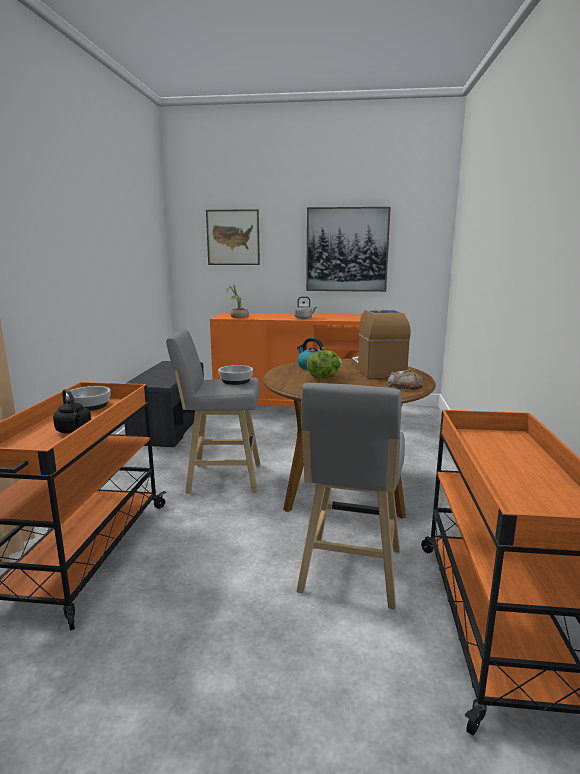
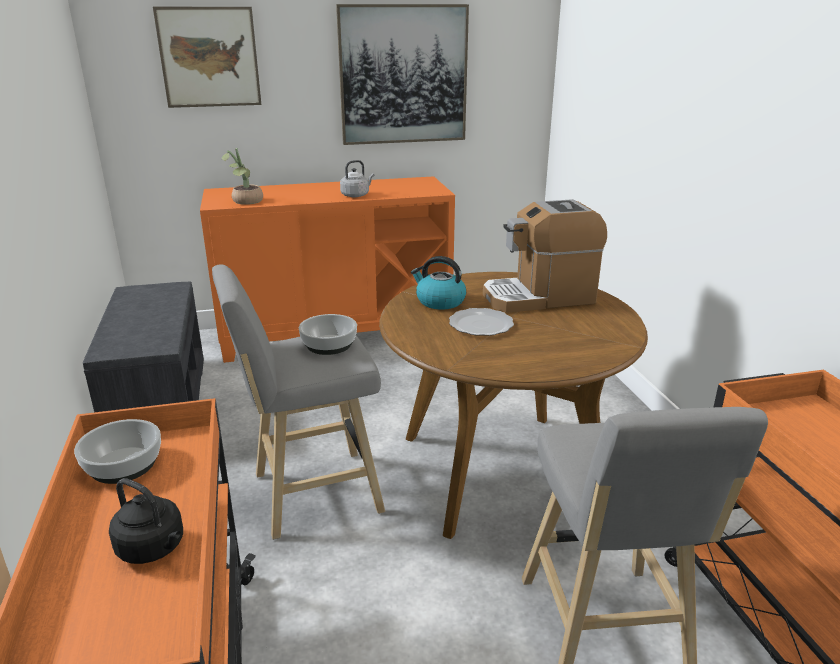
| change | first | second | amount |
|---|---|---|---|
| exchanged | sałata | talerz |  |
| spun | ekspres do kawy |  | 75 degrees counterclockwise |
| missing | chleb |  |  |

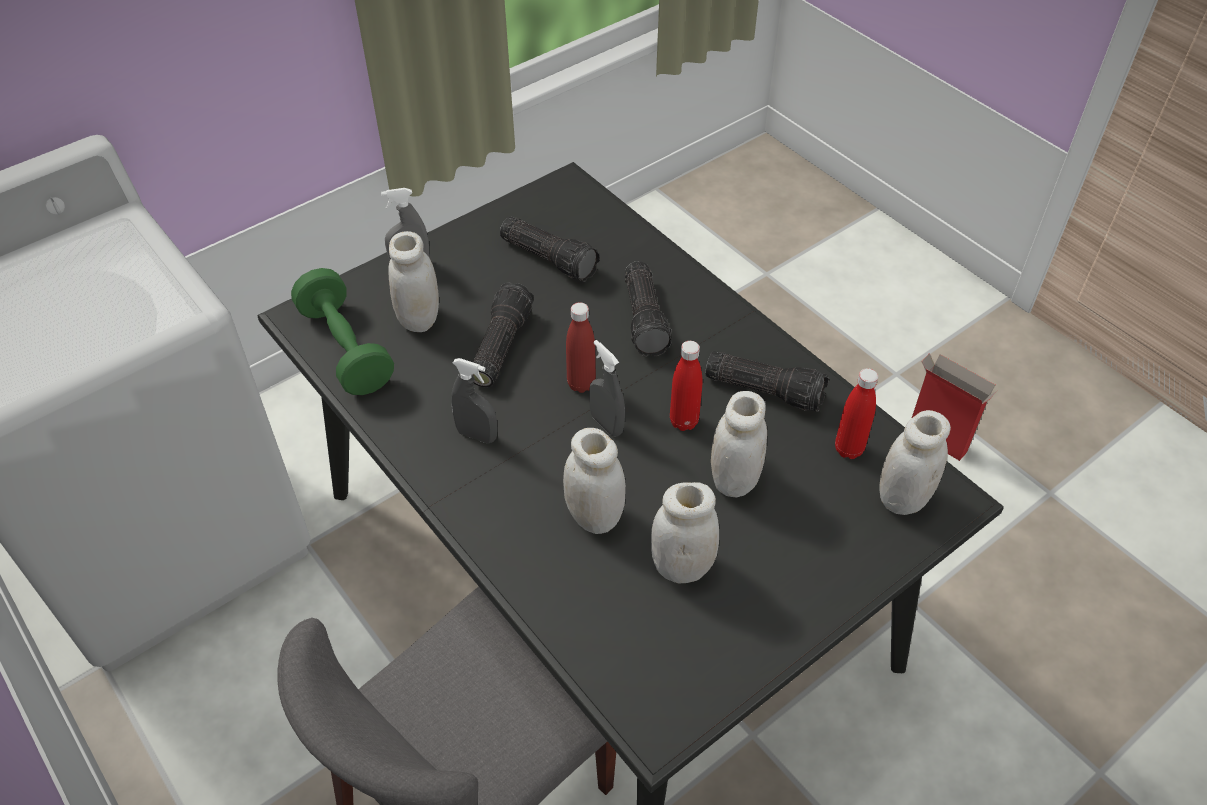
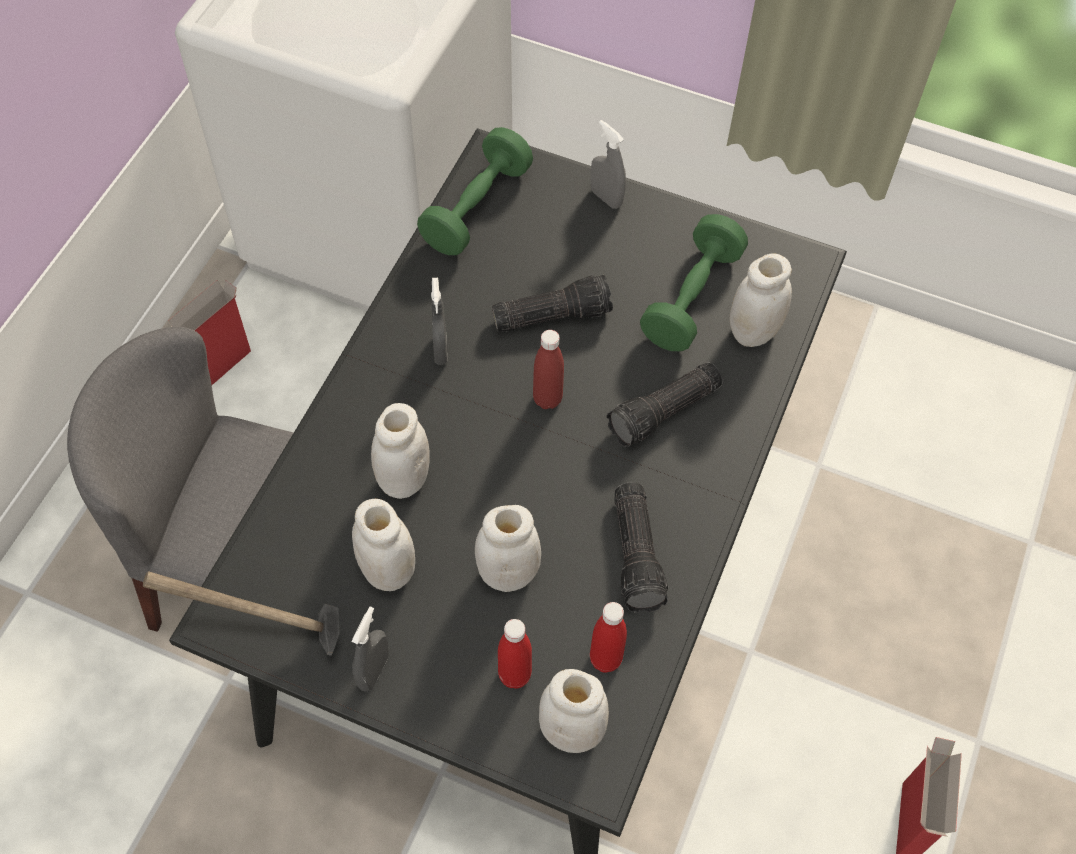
| change | first | second | amount |
|---|---|---|---|
| relocated | słoik [biały] (no. 1 from left in the first image) | słoik [biały] (no. 5 from left) |  |
| exchanged | latarka (no. 2 from left) | hantel [zielony] (no. 2 from left) |  |
| relocated | spryskiwacz [szary] (no. 3 from left in the first image) | spryskiwacz [szary] (no. 1 from left) |  |
| relocated | butelka [czerwony] (no. 2 from left in the first image) | butelka [czerwony] (no. 1 from left) |  |
| appeared |  | młotek |  |
| appeared |  | karton (no. 1 from left) |  |

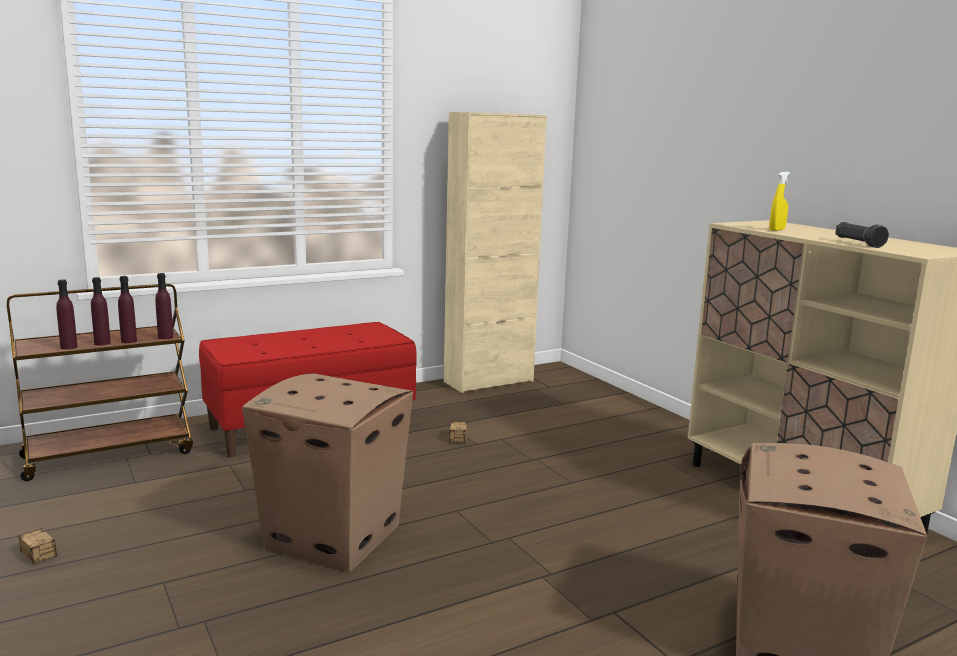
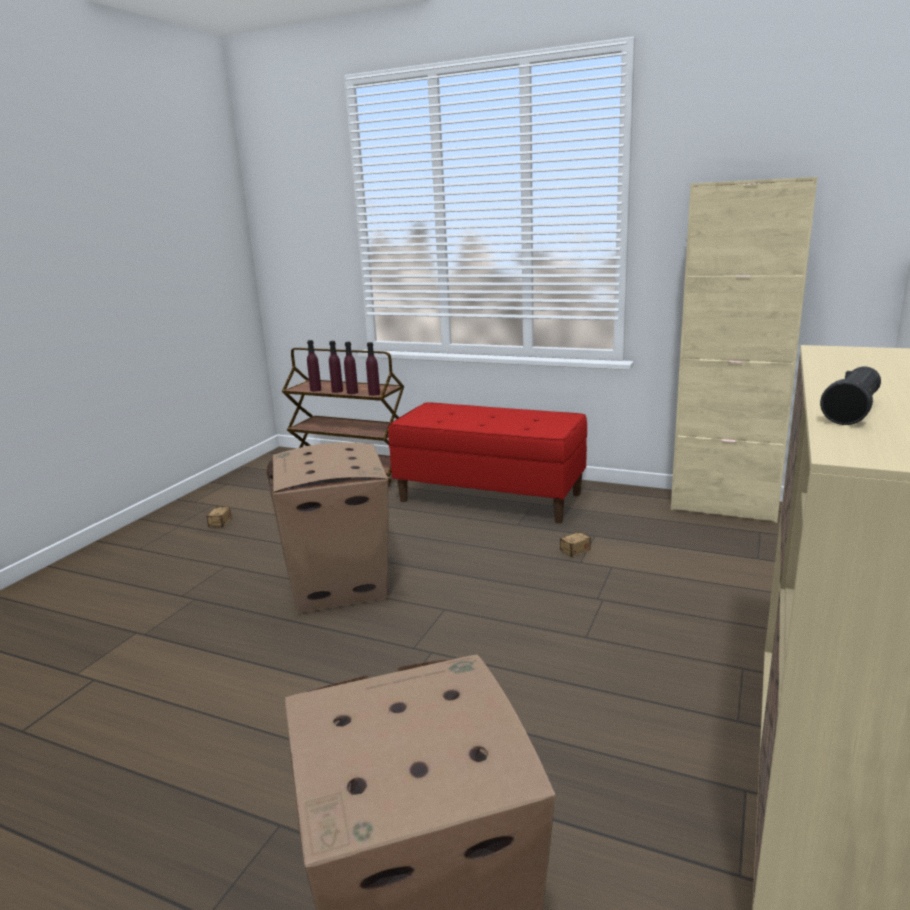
| change | first | second | amount |
|---|---|---|---|
| missing | spryskiwacz [żółty] |  |  |

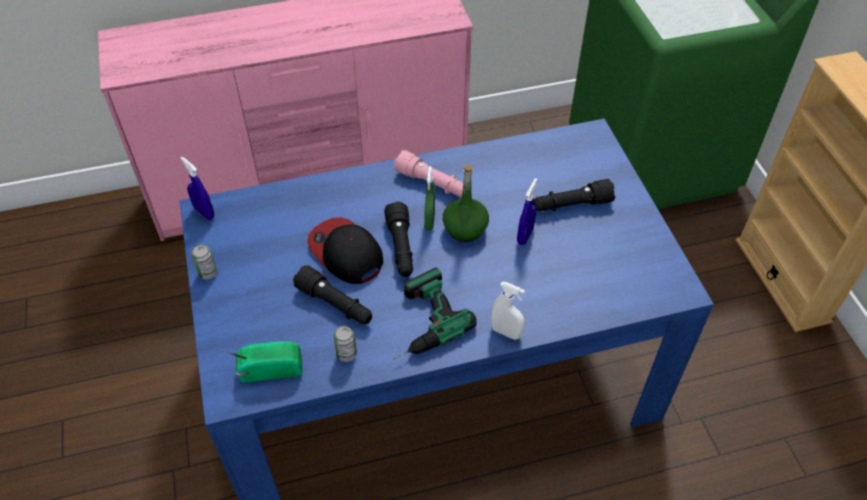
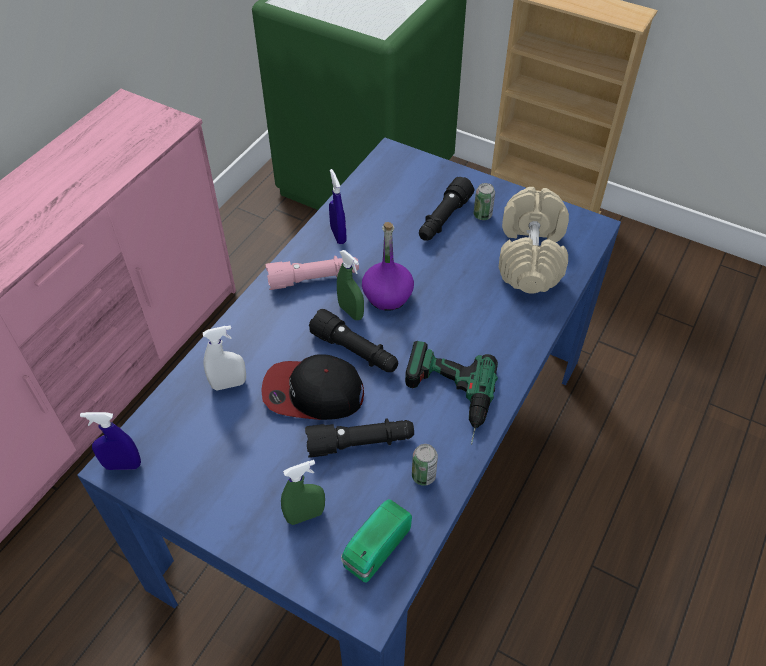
| change | first | second | amount |
|---|---|---|---|
| relocated | puszka (no. 1 from left in the first image) | puszka (no. 2 from left) |  |
| colour | butelka [zielony] | butelka [fioletowy] |  |
| relocated | spryskiwacz [biały] |  |  |
| relocated | spryskiwacz [niebieski] (no. 2 from left) |  |  |
| appeared |  | spryskiwacz [zielony] (no. 1 from left) |  |
| appeared |  | hantel [beżowy] |  |

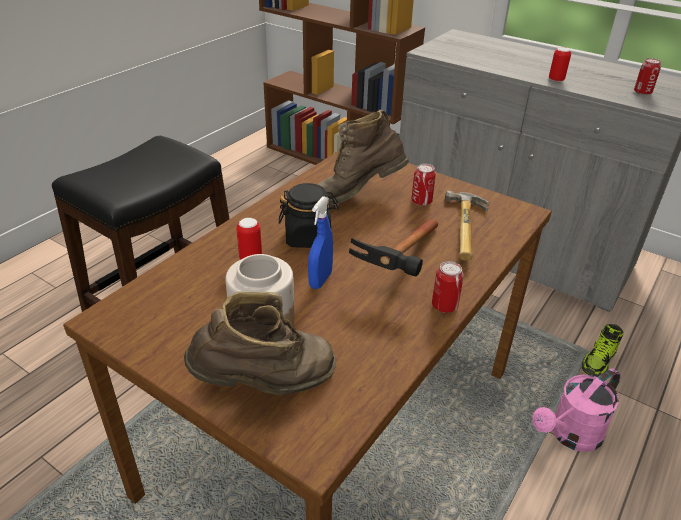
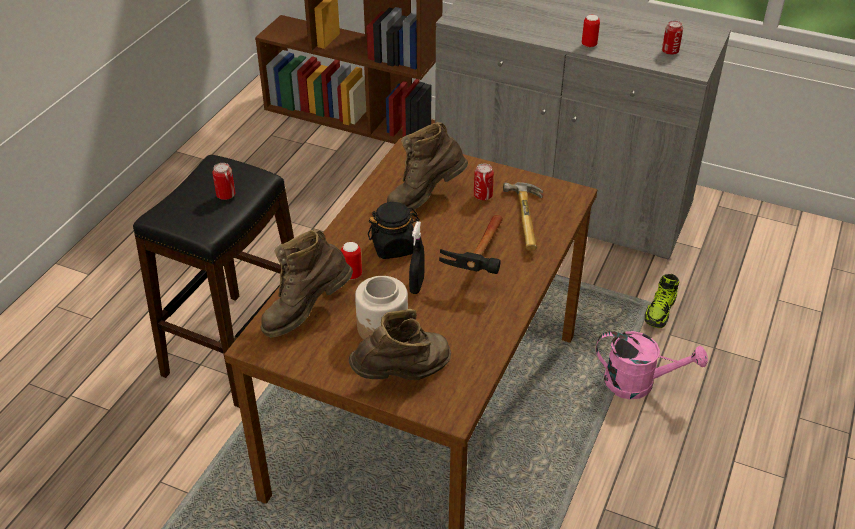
| change | first | second | amount |
|---|---|---|---|
| colour | spryskiwacz [niebieski] | spryskiwacz [czarny] |  |
| relocated | puszka (no. 3 from left in the first image) | puszka (no. 1 from left) |  |
| spun | konewka [różowy] |  | 120 degrees counterclockwise |
| appeared |  | but z cholewką [brązowy] (no. 1 from left) |  |

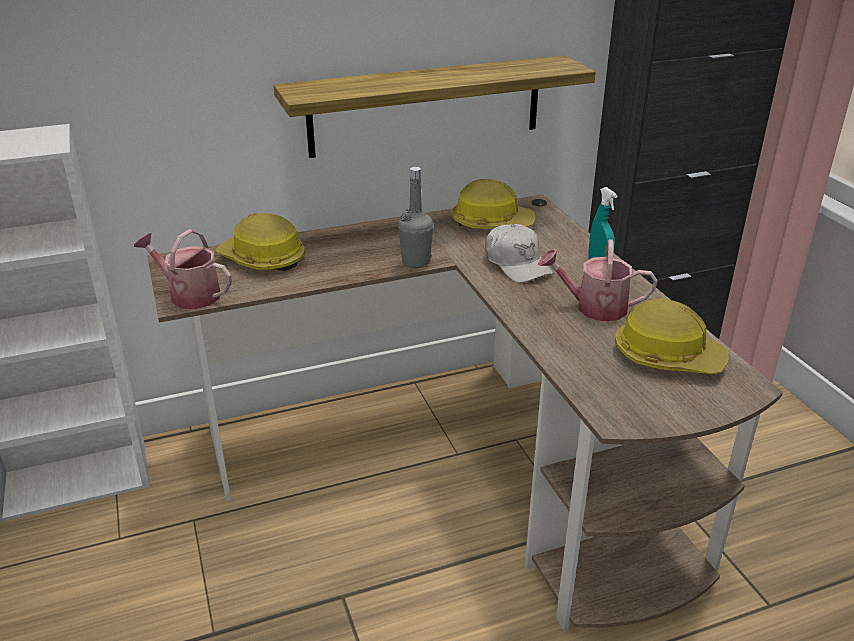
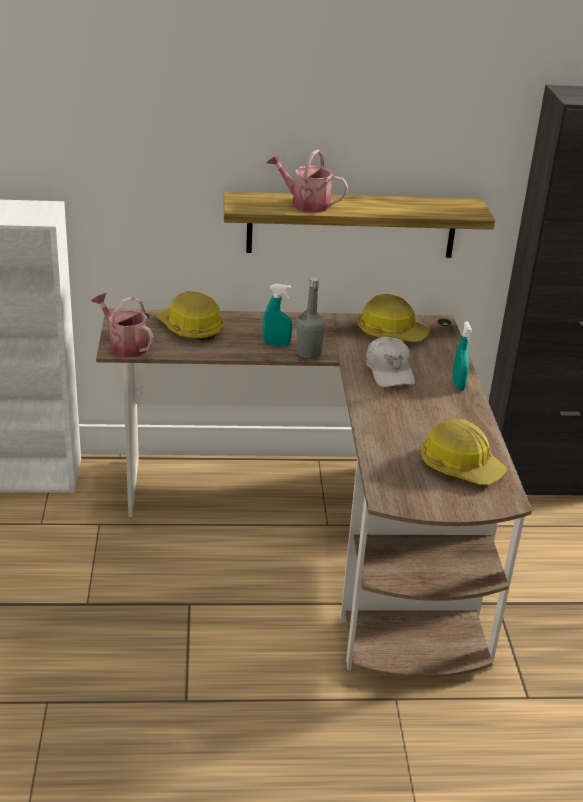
| change | first | second | amount |
|---|---|---|---|
| relocated | konewka (no. 2 from left) |  |  |
| appeared |  | spryskiwacz [turkusowy] (no. 1 from left) |  |

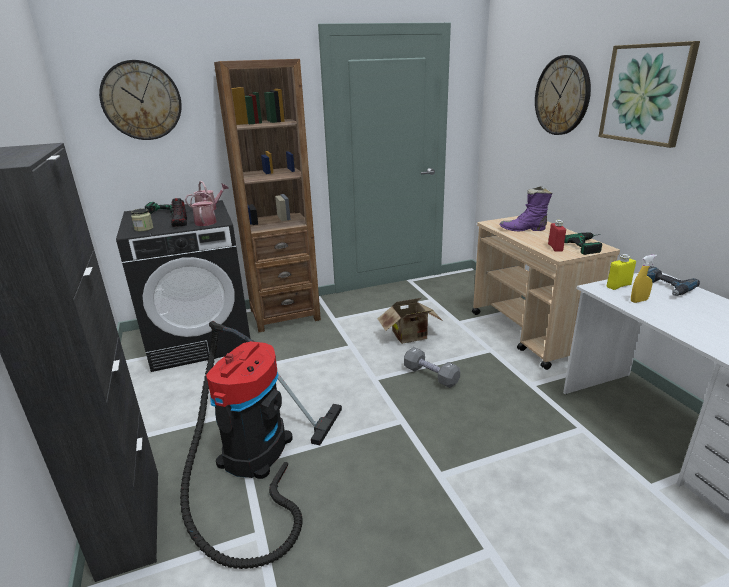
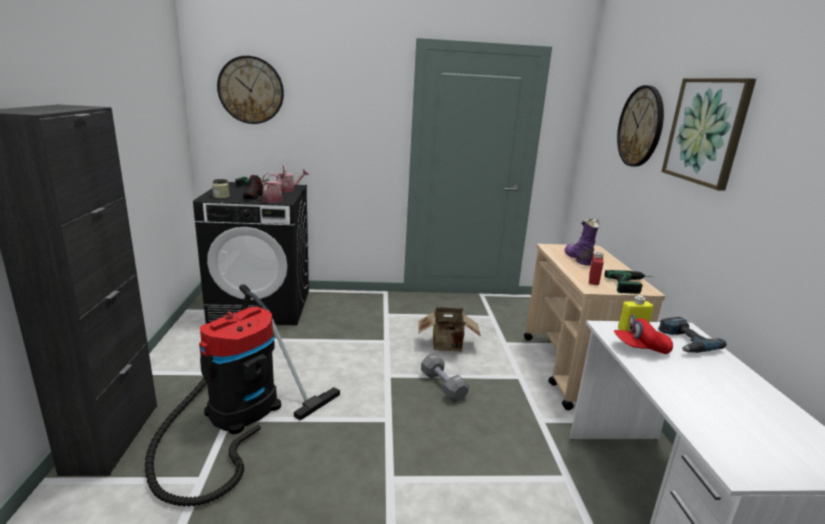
| change | first | second | amount |
|---|---|---|---|
| missing | regał [brązowy] |  |  |
| spun | but z cholewką [fioletowy] |  | 60 degrees clockwise |
| exchanged | spryskiwacz [żółty] | czapka z daszkiem [czerwony] |  |

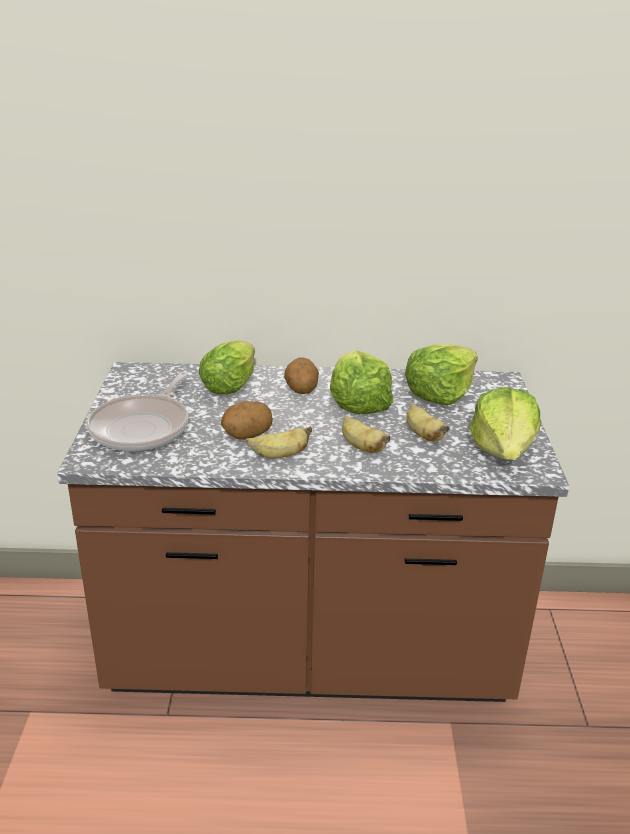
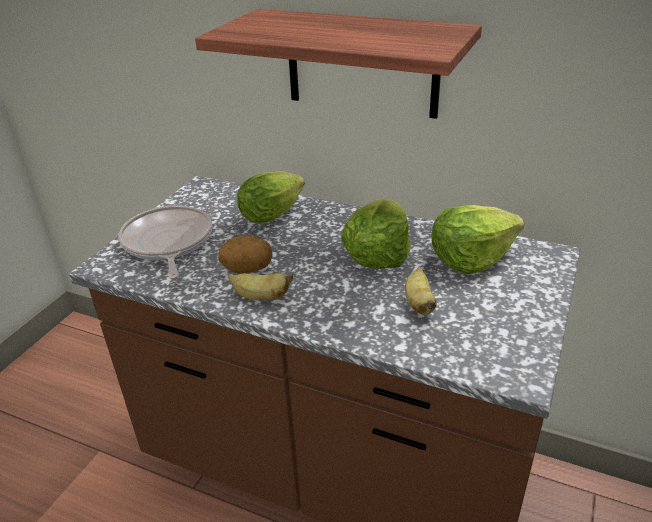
| change | first | second | amount |
|---|---|---|---|
| spun | patelnia |  | 120 degrees clockwise |
| missing | ziemniak (no. 2 from left) |  |  |
| missing | banan (no. 2 from left) |  |  |
| missing | sałata (no. 4 from left) |  |  |
| appeared |  | półka |  |

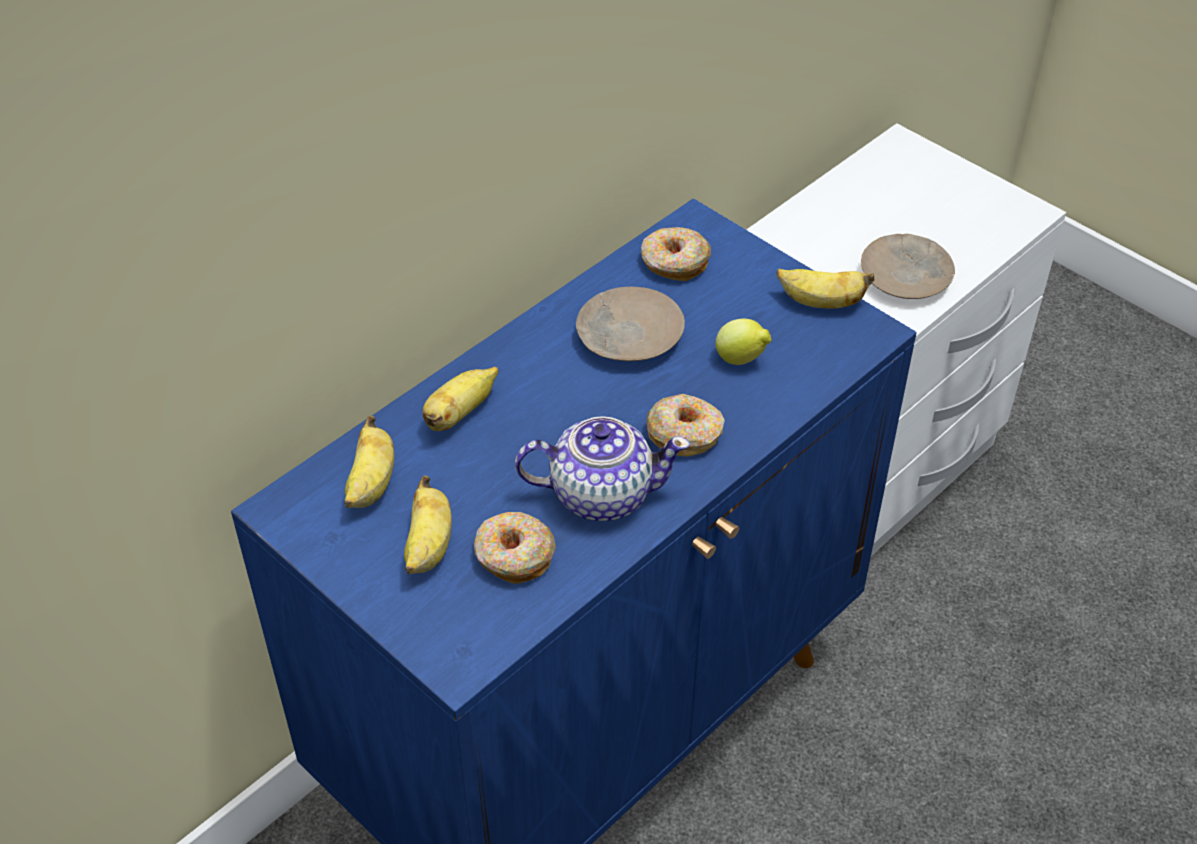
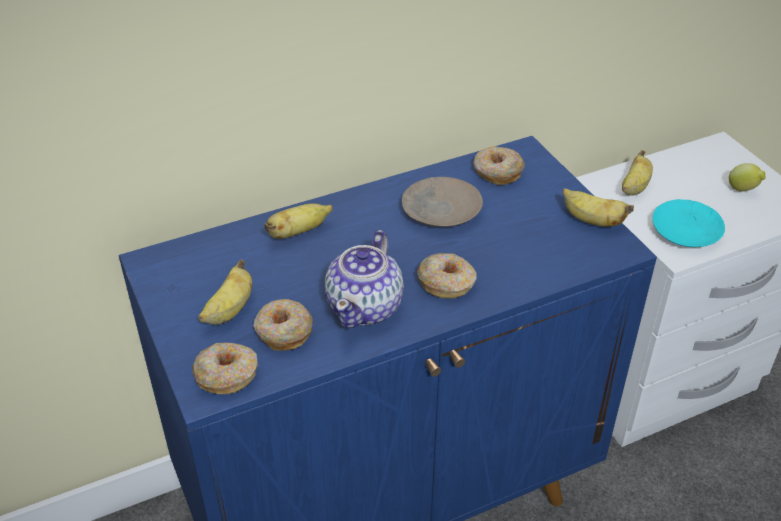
| change | first | second | amount |
|---|---|---|---|
| relocated | banan (no. 1 from left in the first image) | banan (no. 4 from left) |  |
| spun | imbryk |  | 90 degrees clockwise |
| relocated | cytryna |  |  |
| colour | talerz [beżowy] (no. 2 from left) | talerz [turkusowy] |  |
| appeared |  | donut (no. 1 from left) |  |

